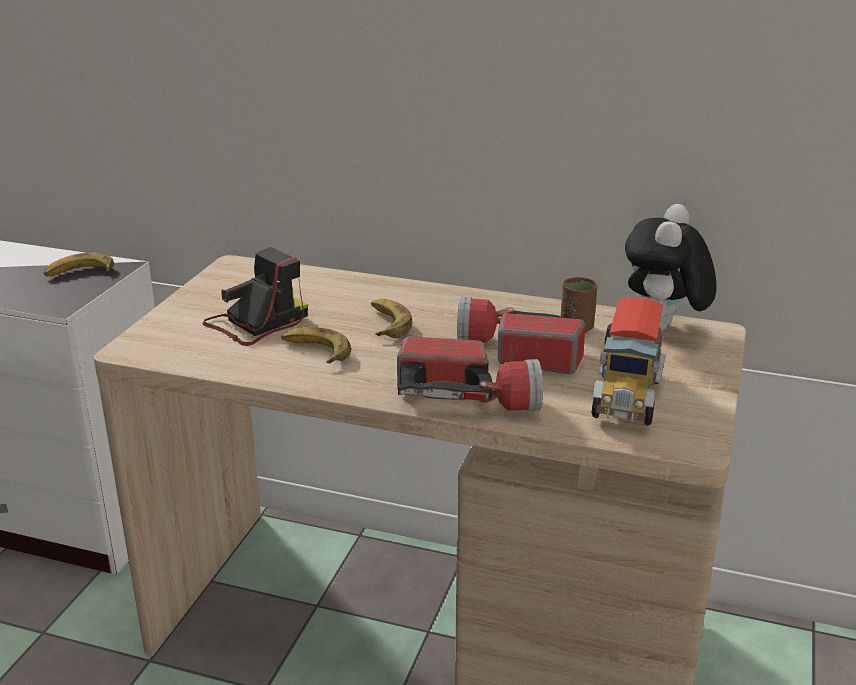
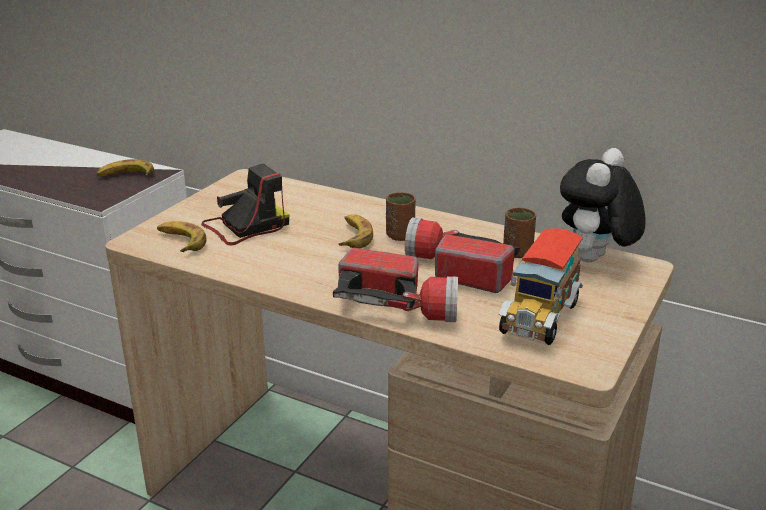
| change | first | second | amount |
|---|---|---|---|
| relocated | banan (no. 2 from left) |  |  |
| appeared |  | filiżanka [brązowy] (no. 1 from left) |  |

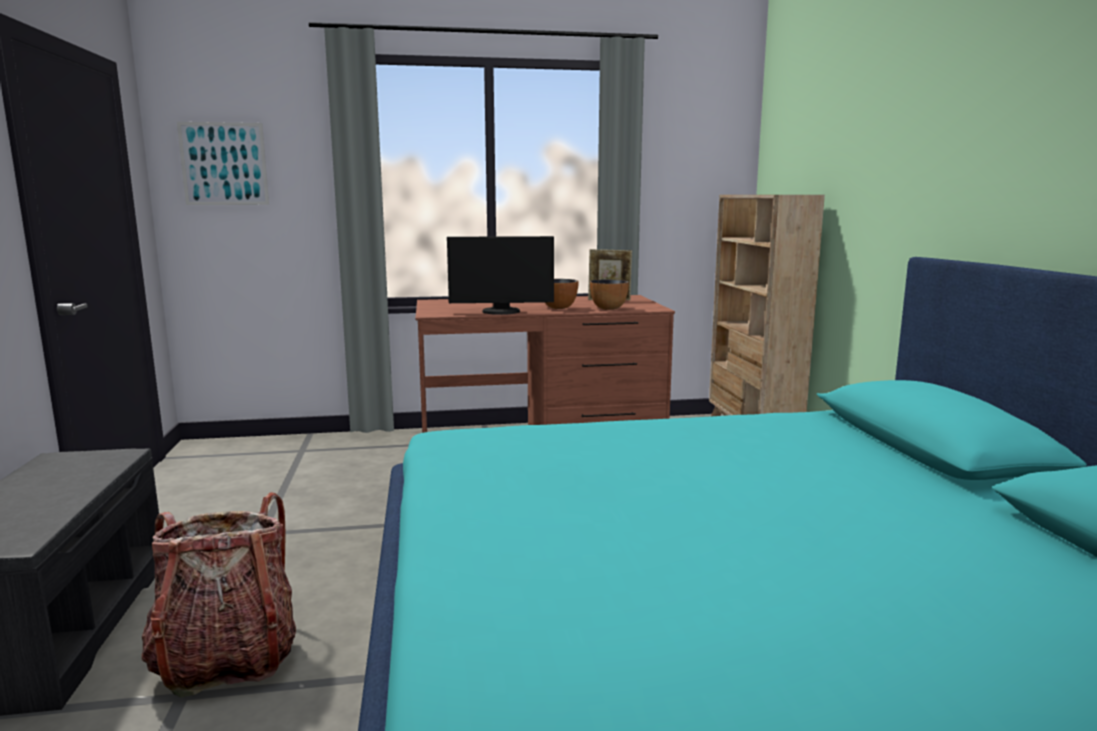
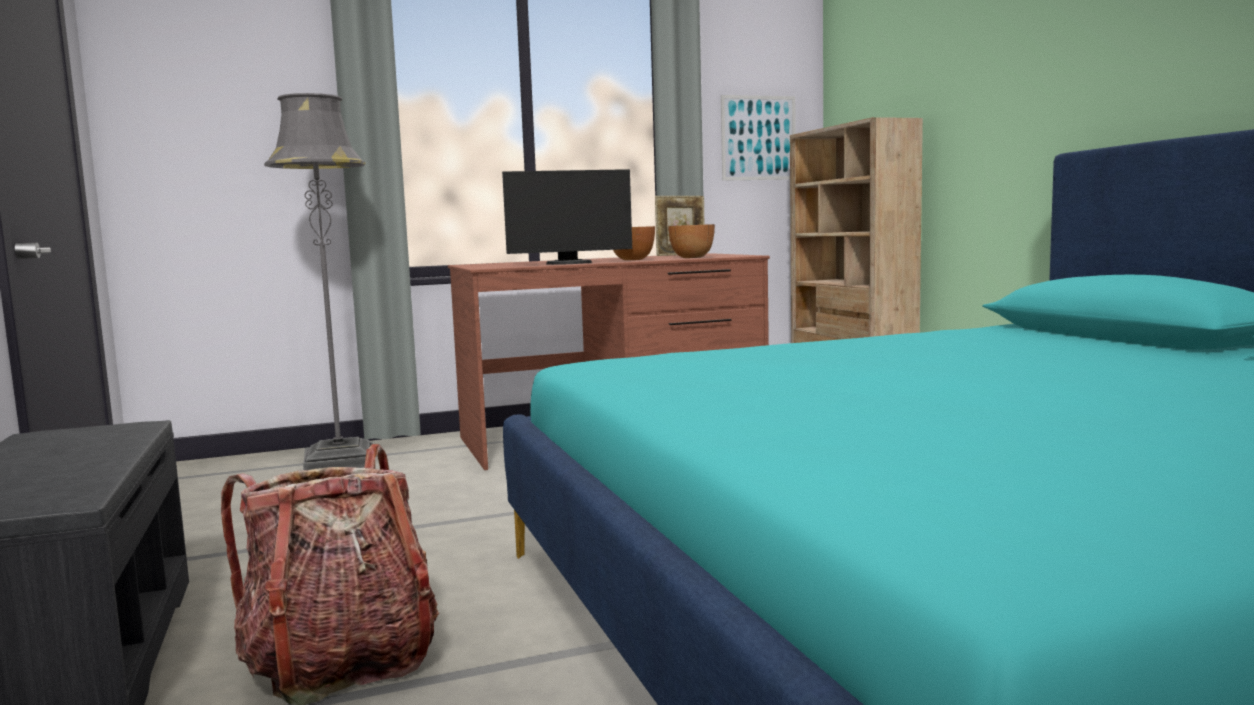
| change | first | second | amount |
|---|---|---|---|
| relocated | obraz |  |  |
| appeared |  | lampa stojąca [szary] |  |

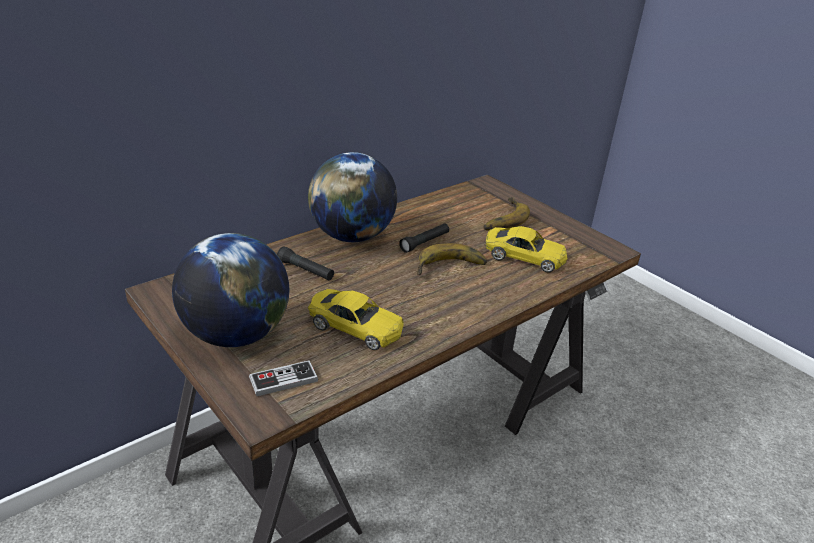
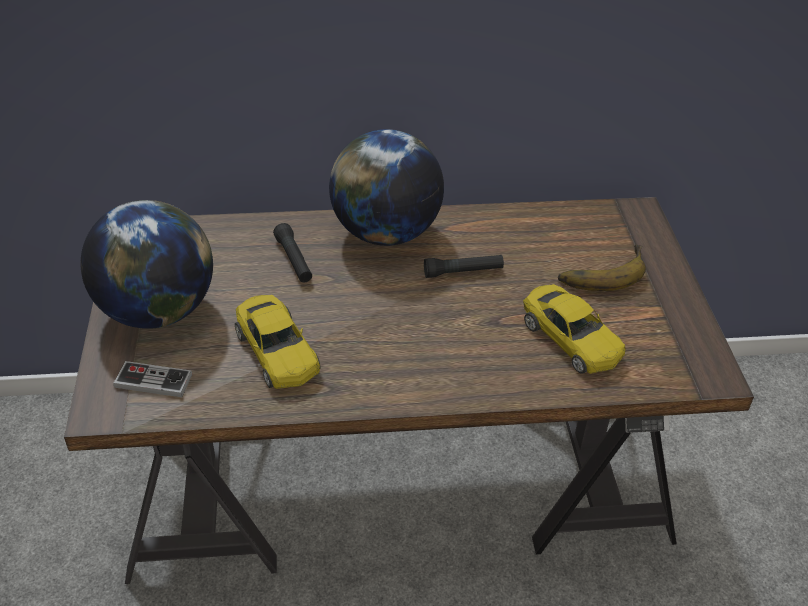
| change | first | second | amount |
|---|---|---|---|
| missing | banan (no. 1 from left) |  |  |

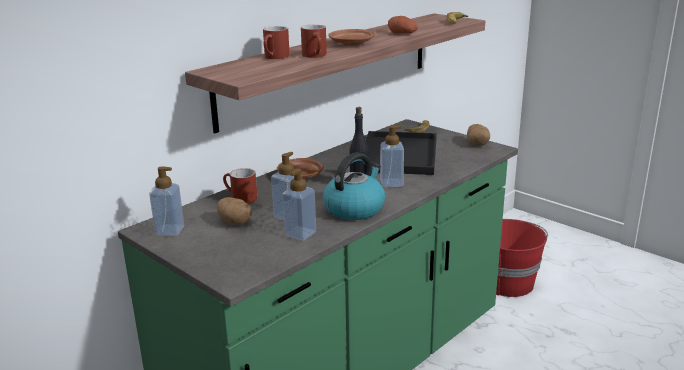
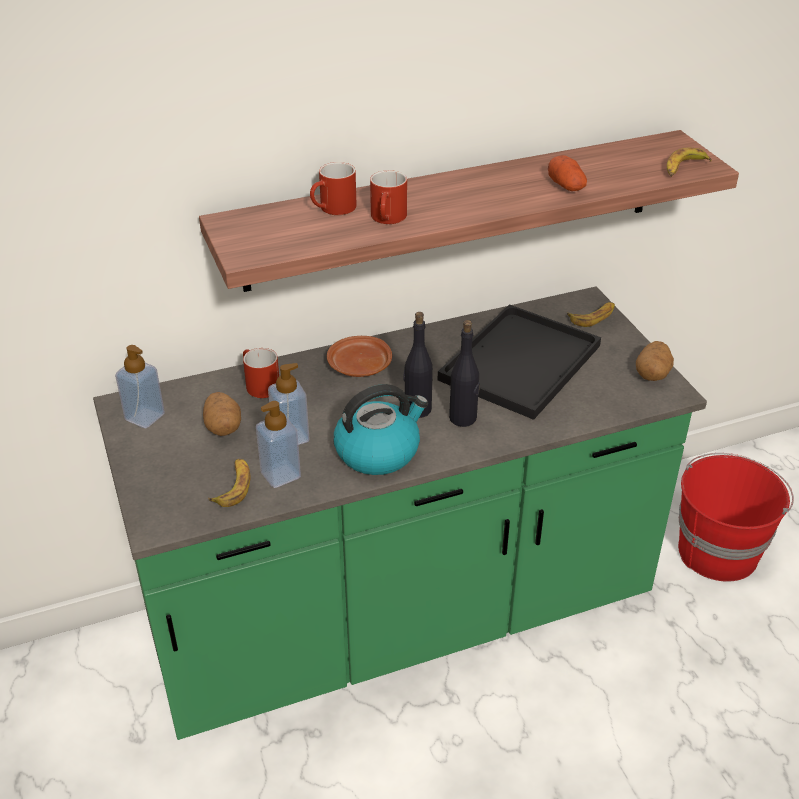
| change | first | second | amount |
|---|---|---|---|
| missing | talerz [brązowy] (no. 2 from left) |  |  |
| exchanged | dozownik mydła (no. 4 from left) | butelka [czarny] (no. 2 from left) |  |
| appeared |  | banan (no. 1 from left) |  |

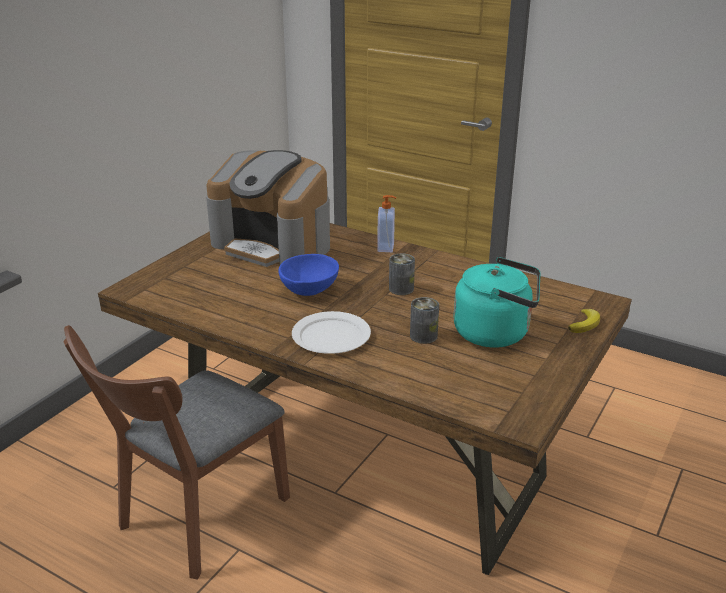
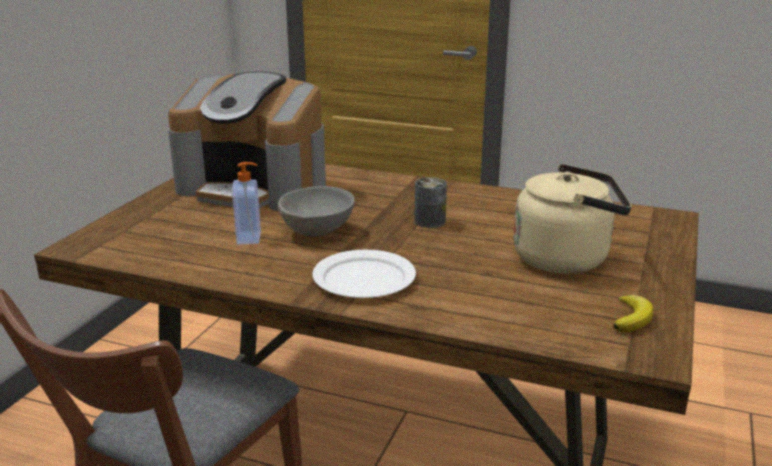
| change | first | second | amount |
|---|---|---|---|
| colour | miska [niebieski] | miska [szary] |  |
| relocated | dozownik mydła |  |  |
| missing | puszka (no. 2 from left) |  |  |
| colour | czajnik [turkusowy] | czajnik [beżowy] |  |
| relocated | banan |  |  |

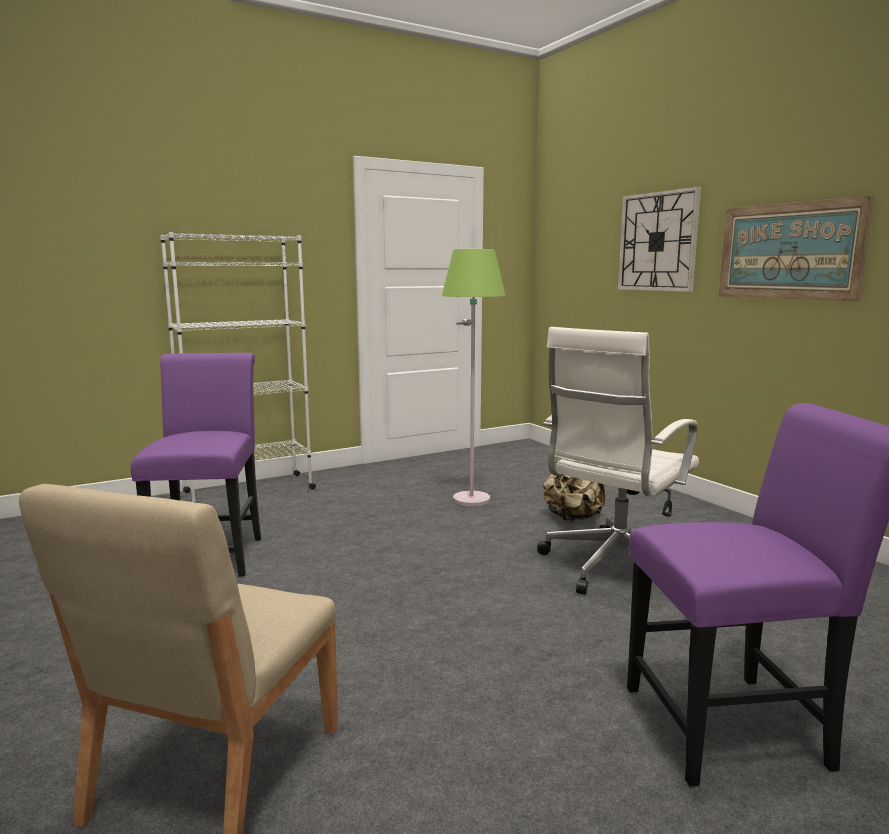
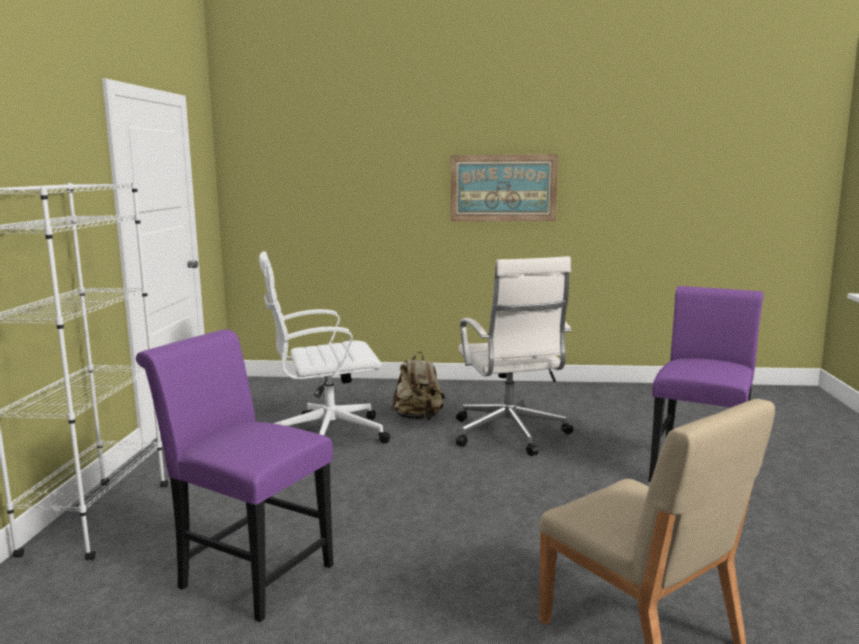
| change | first | second | amount |
|---|---|---|---|
| exchanged | lampa stojąca [zielony] | krzesło biurowe [biały] (no. 1 from left) |  |
| missing | zegar ścienny |  |  |

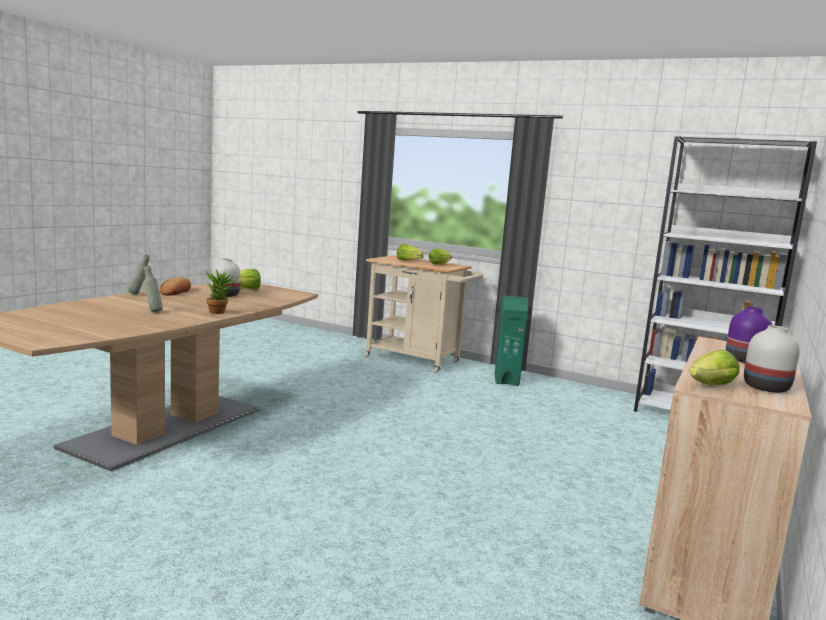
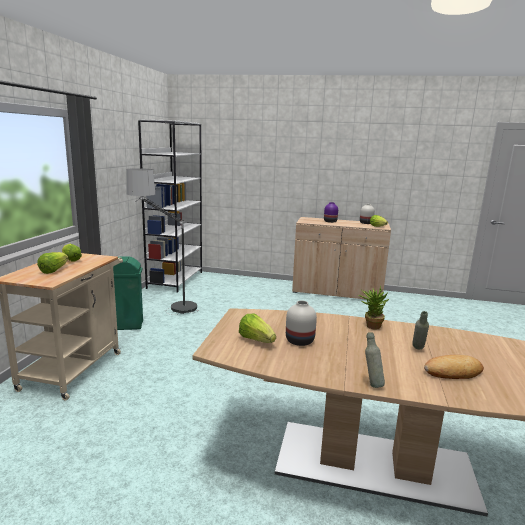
| change | first | second | amount |
|---|---|---|---|
| relocated | chleb |  |  |
| appeared |  | lampa stojąca |  |

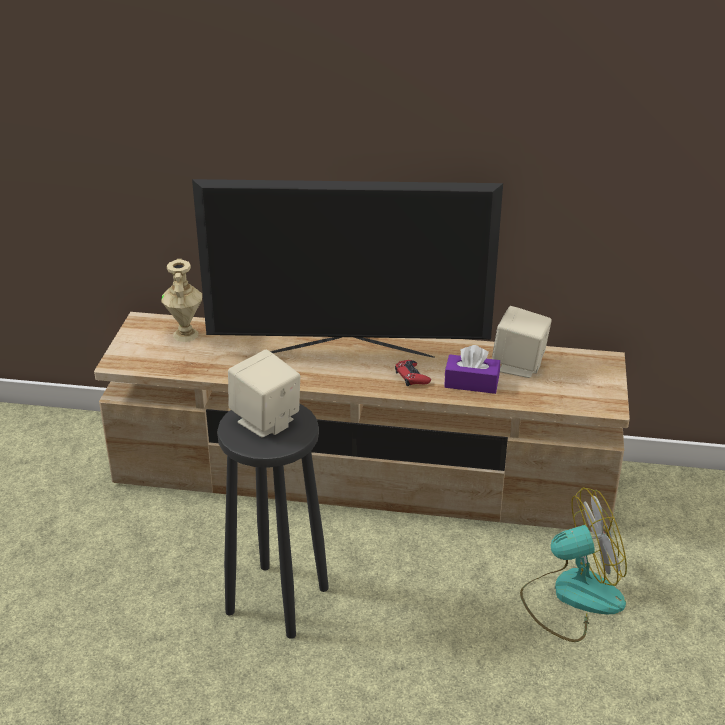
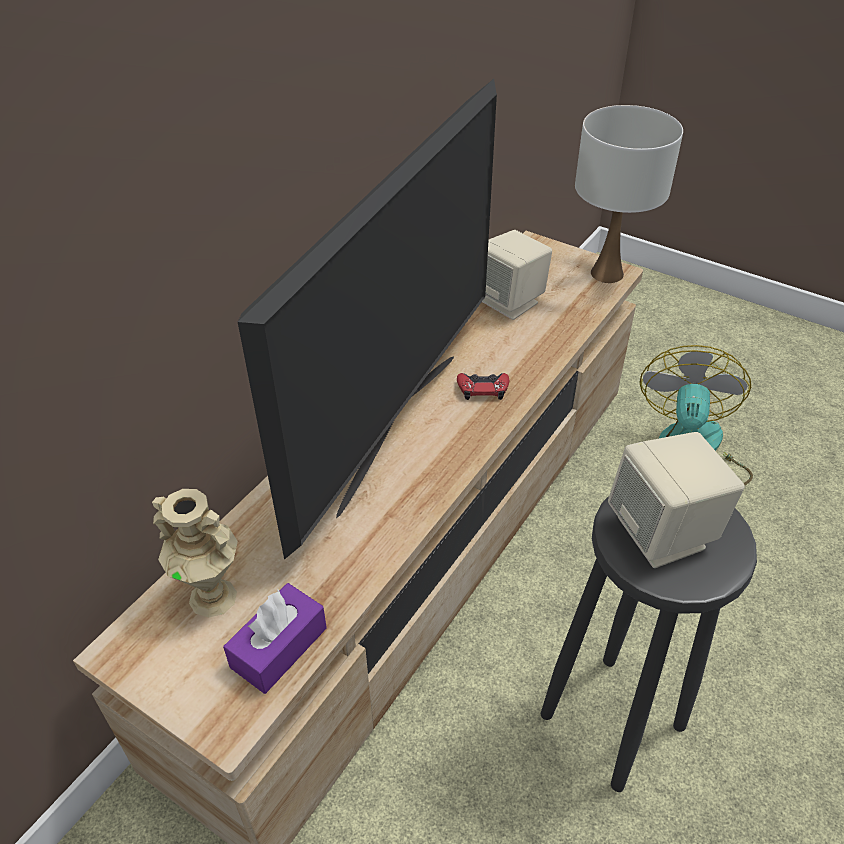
| change | first | second | amount |
|---|---|---|---|
| relocated | pudełko chusteczek [fioletowy] |  |  |
| appeared |  | lampa stołowa [biały] |  |

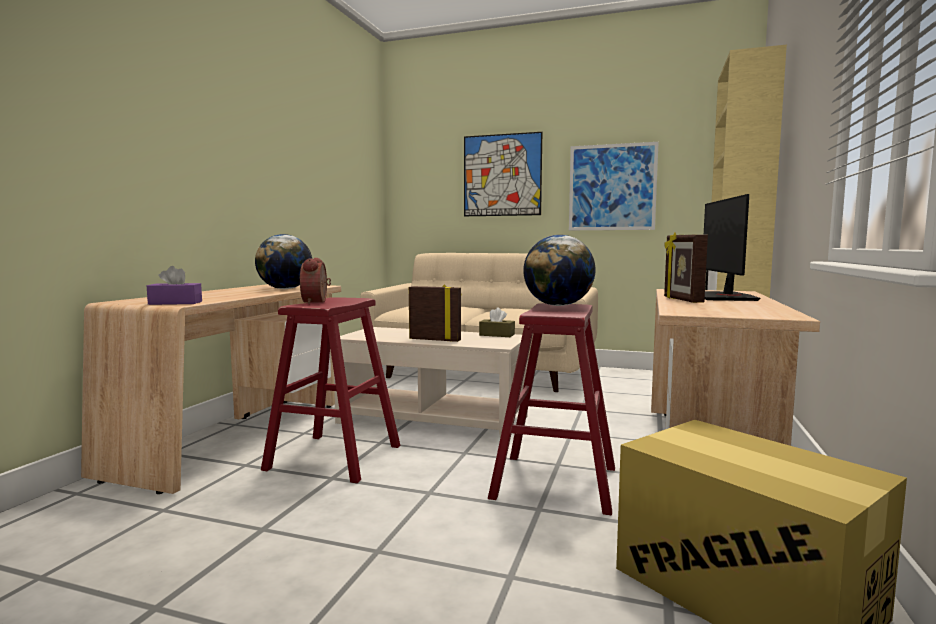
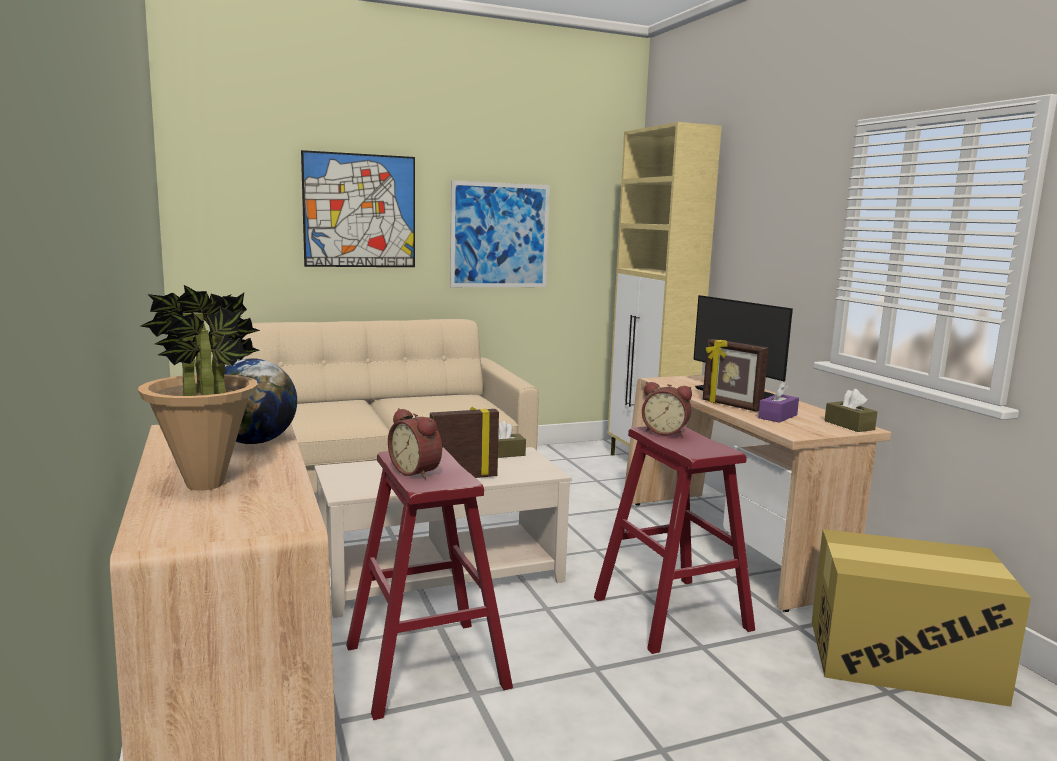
| change | first | second | amount |
|---|---|---|---|
| relocated | pudełko chusteczek [fioletowy] |  |  |
| exchanged | globus (no. 2 from left) | budzik (no. 2 from left) |  |
| appeared |  | roślina doniczkowa |  |
| appeared |  | pudełko chusteczek [brązowy] (no. 2 from left) |  |

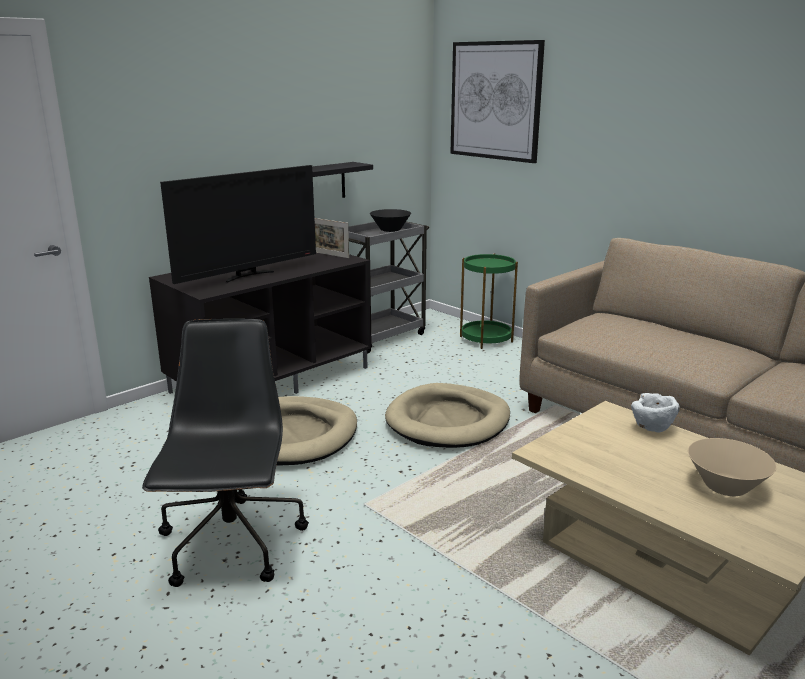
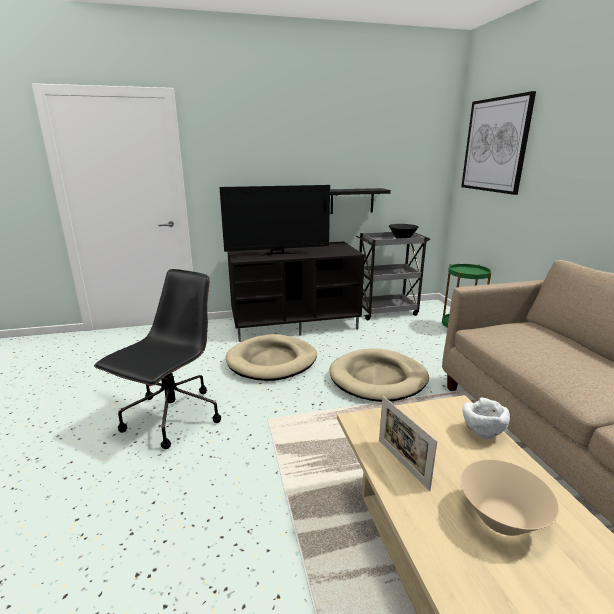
| change | first | second | amount |
|---|---|---|---|
| relocated | ramka na zdjęcie |  |  |

